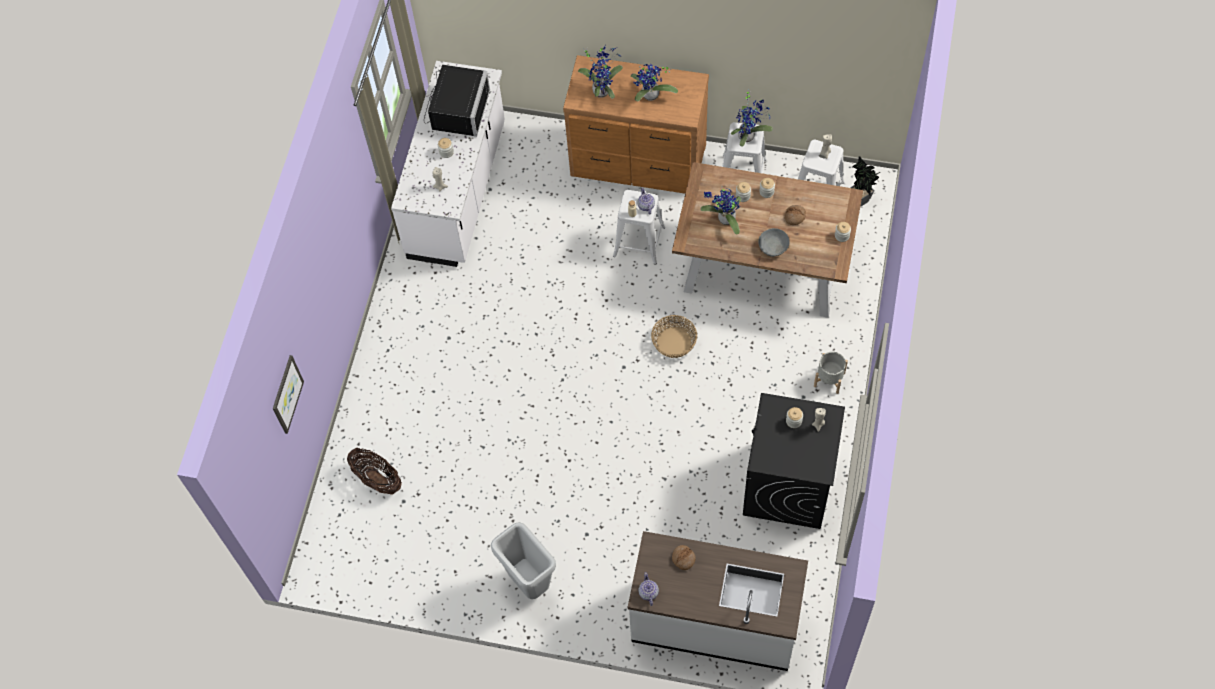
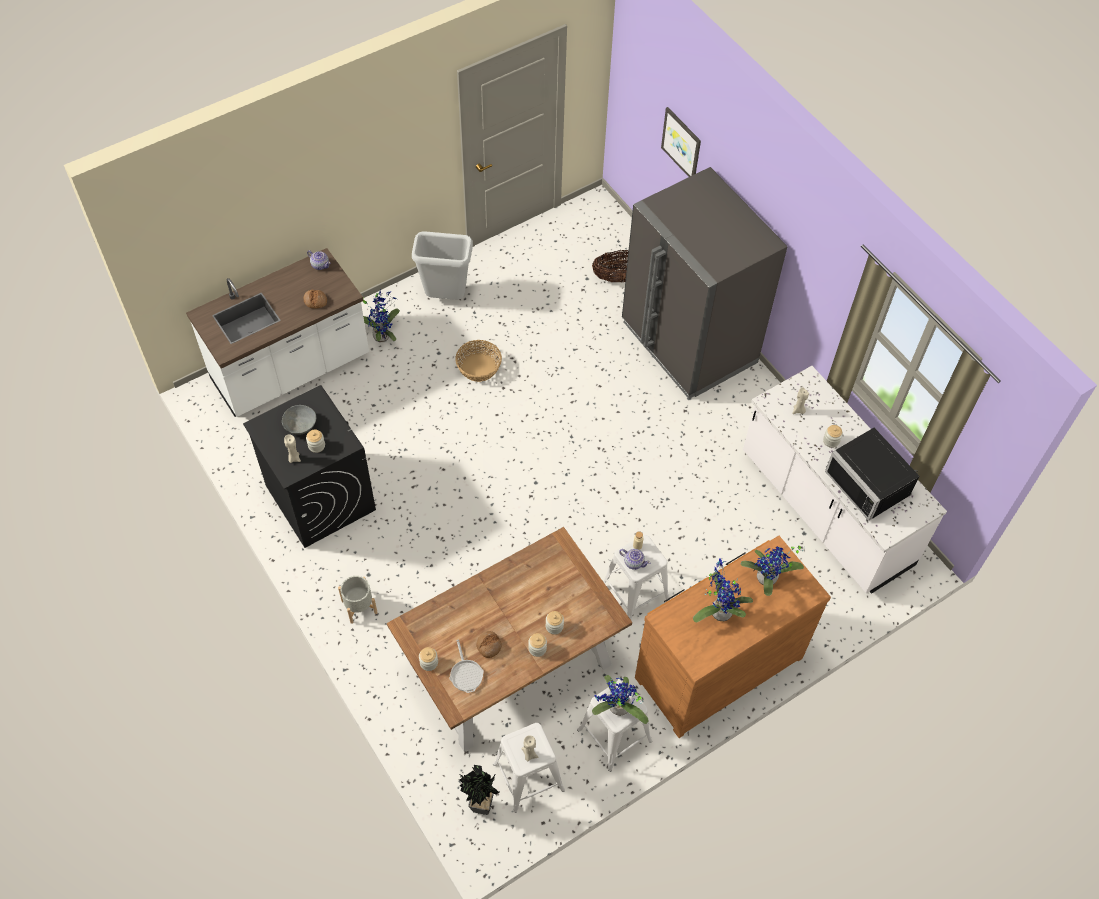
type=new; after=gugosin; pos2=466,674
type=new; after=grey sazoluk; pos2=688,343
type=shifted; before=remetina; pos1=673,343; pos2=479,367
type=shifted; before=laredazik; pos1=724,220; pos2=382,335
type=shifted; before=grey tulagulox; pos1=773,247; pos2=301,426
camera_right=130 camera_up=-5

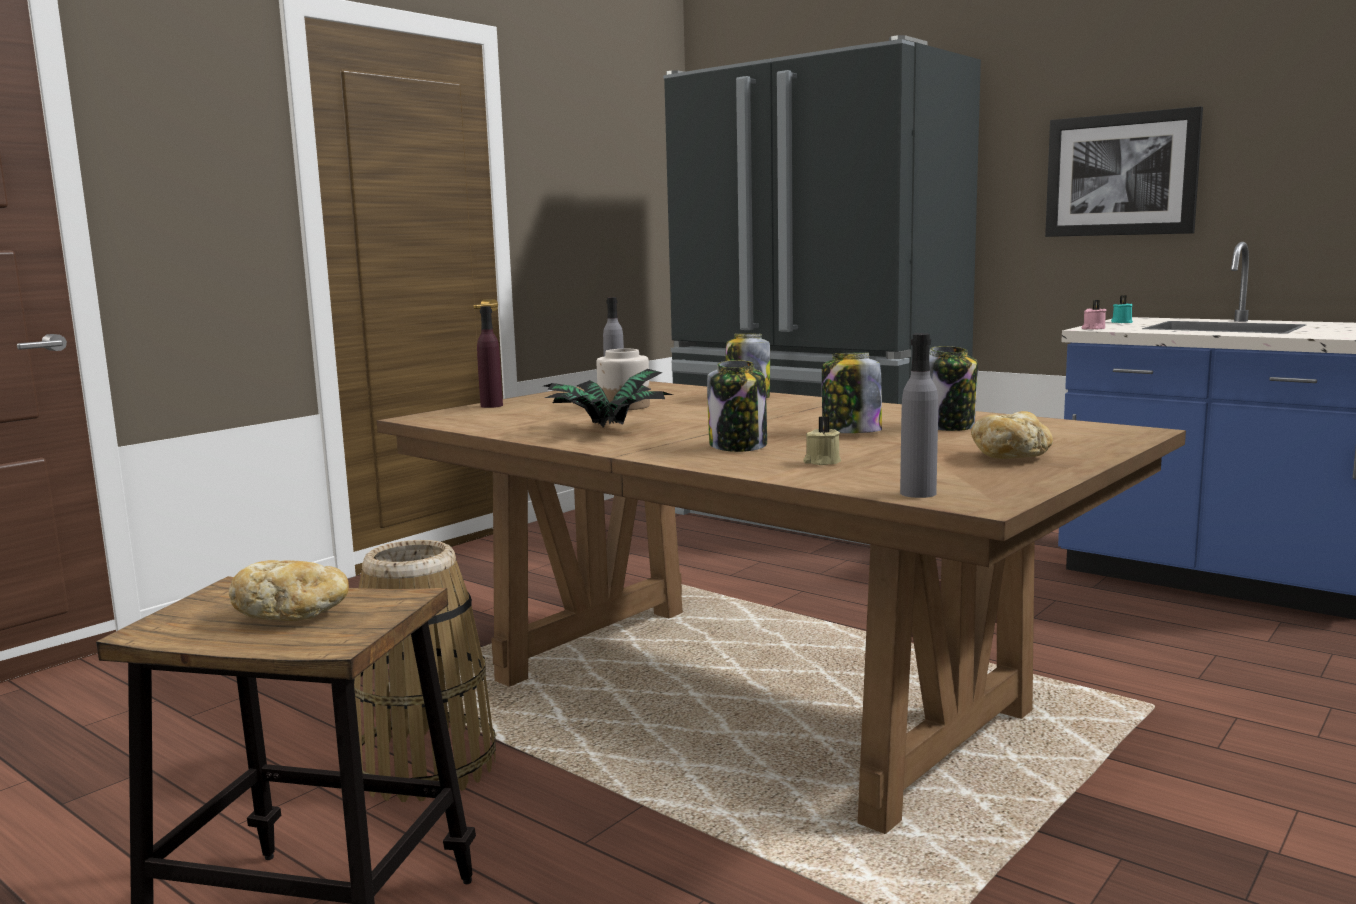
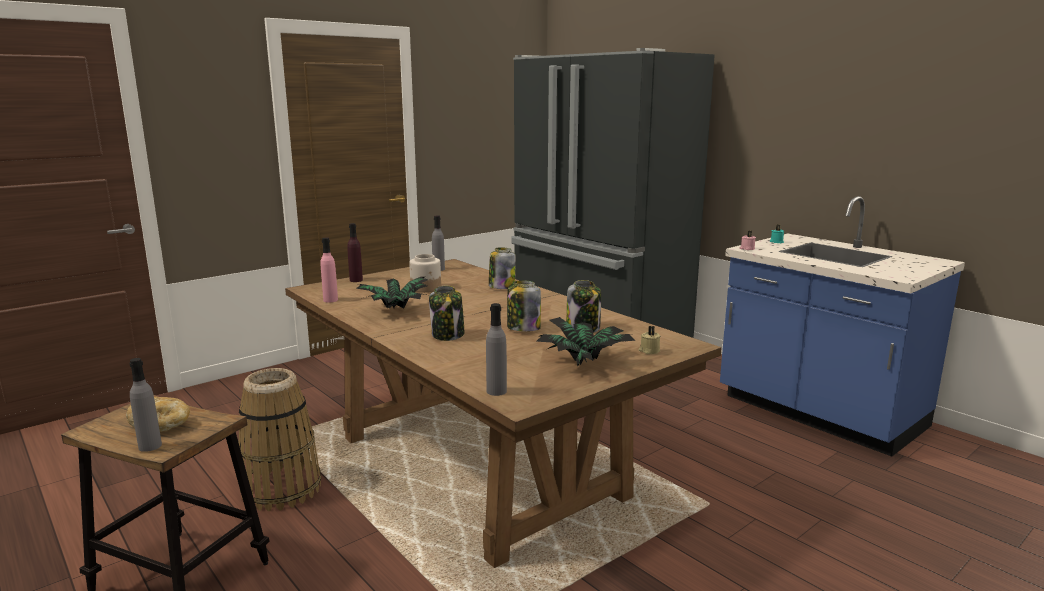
type=gone; before=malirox; pos1=1121,175
type=new; after=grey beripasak; pos2=150,446
type=new; after=pink beripasak; pos2=330,300
type=shifted; before=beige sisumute; pos1=821,462; pos2=649,351
type=swapped; before=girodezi; after=laredazik; pos1=1011,457; pos2=586,363
camera_right=10 camera_up=5

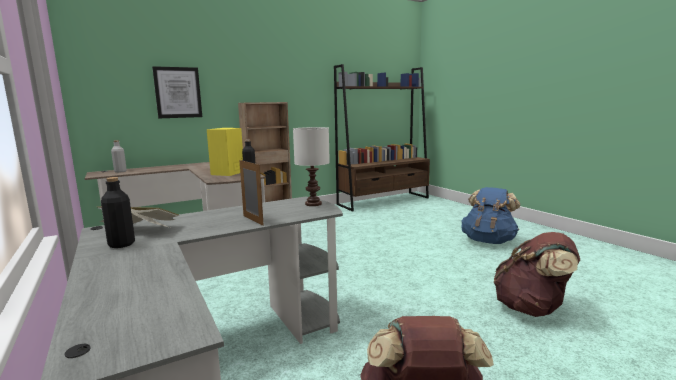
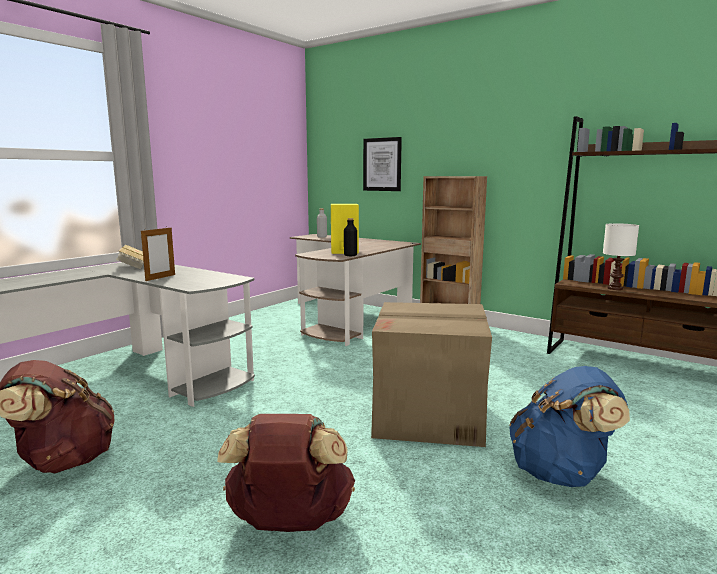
type=gone; before=black beripasak; pos1=121,244
type=new; after=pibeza; pos2=429,416
type=shifted; before=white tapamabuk; pos1=312,204; pos2=615,288
camera_right=65 camera_up=0

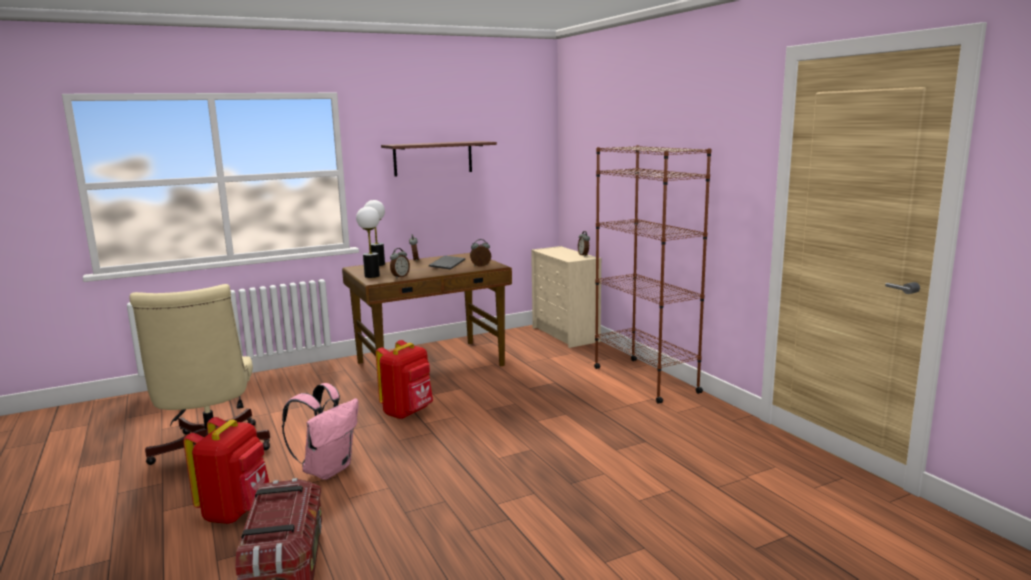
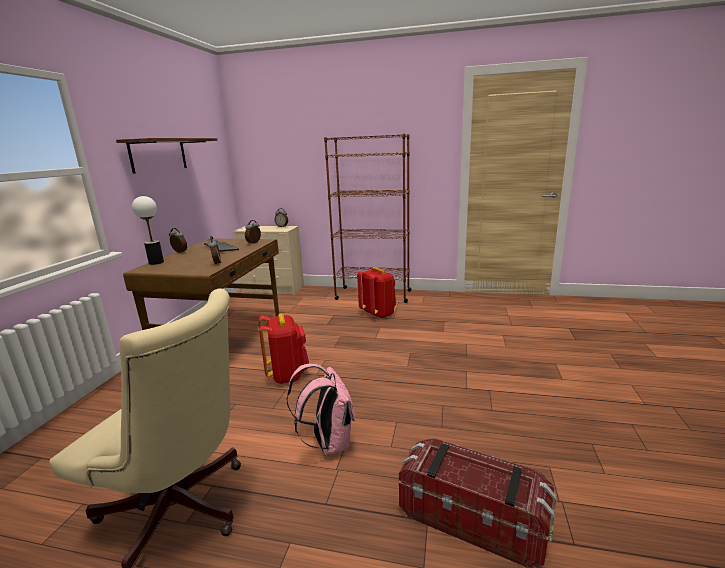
type=gone; before=tapamabuk; pos1=371,276
type=shifted; before=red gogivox; pos1=236,511; pos2=378,314
camera_right=-50 camera_up=5

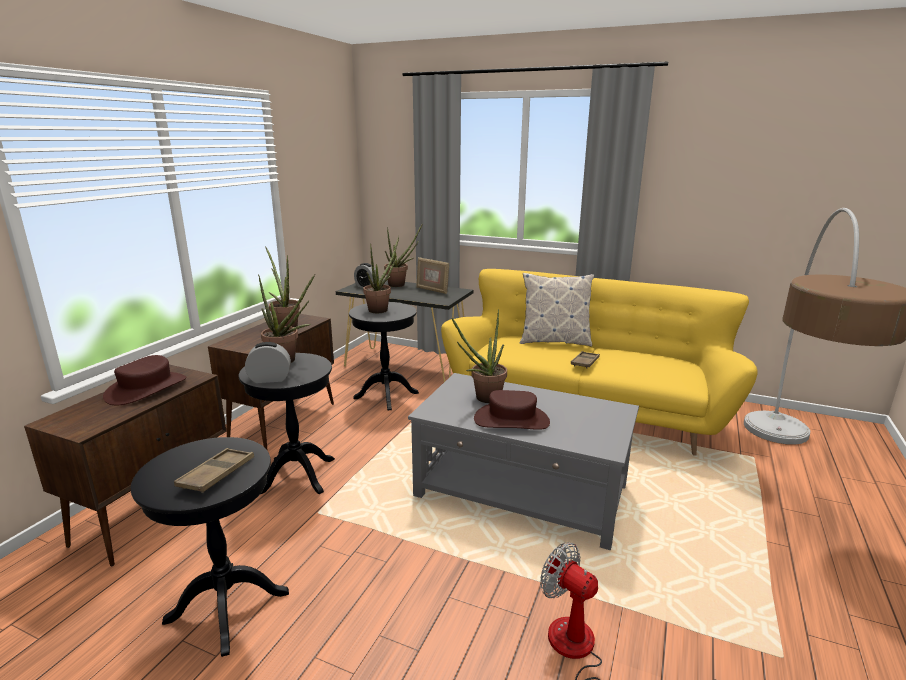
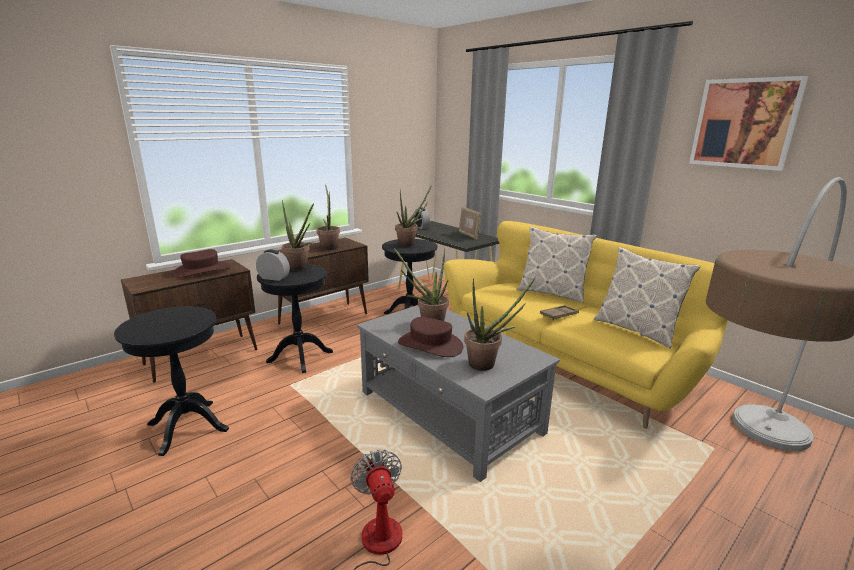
type=gone; before=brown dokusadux; pos1=217,474
type=new; after=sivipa; pos2=636,329
type=new; after=malirox; pos2=744,123
type=shifted; before=laredazik; pos1=400,284; pos2=487,364
camera_right=25 camera_up=0

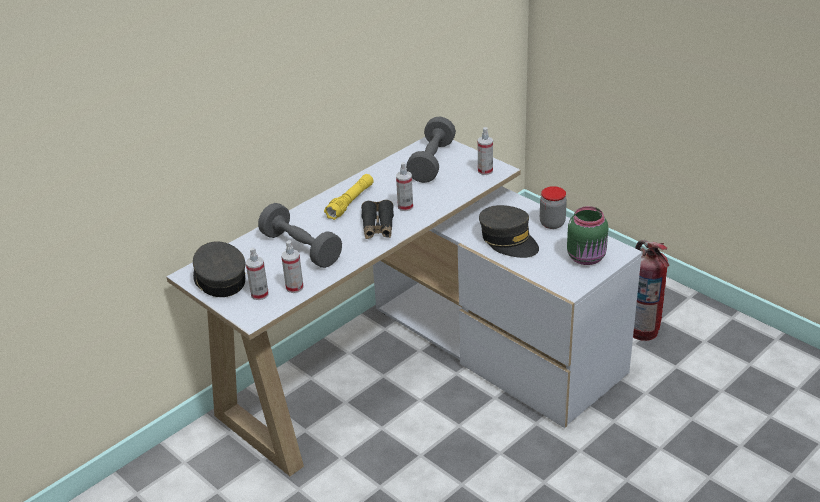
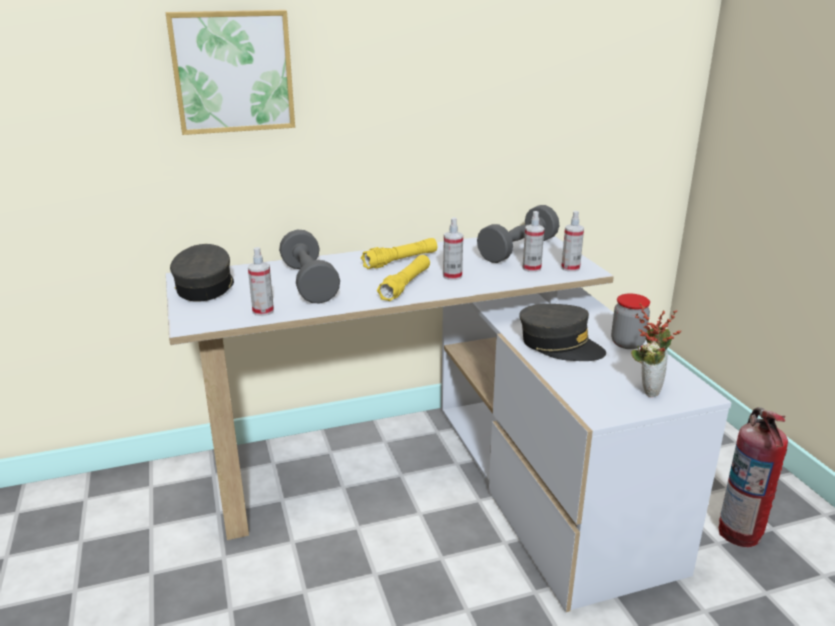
type=new; after=malirox; pos2=232,71
type=shifted; before=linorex; pos1=259,294; pos2=531,268
type=swapped; before=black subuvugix; after=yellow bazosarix; pos1=378,227; pos2=405,285
type=swapped; before=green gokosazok; after=laredazik; pos1=587,258; pos2=647,388
type=rotated; before=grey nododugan; pos1=508,240; pos2=559,345; turn=-45
camera_right=25 camera_up=-10

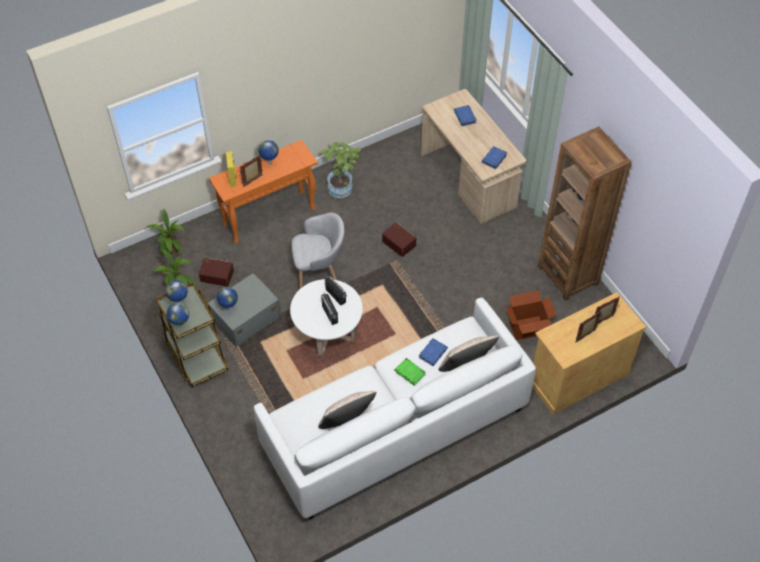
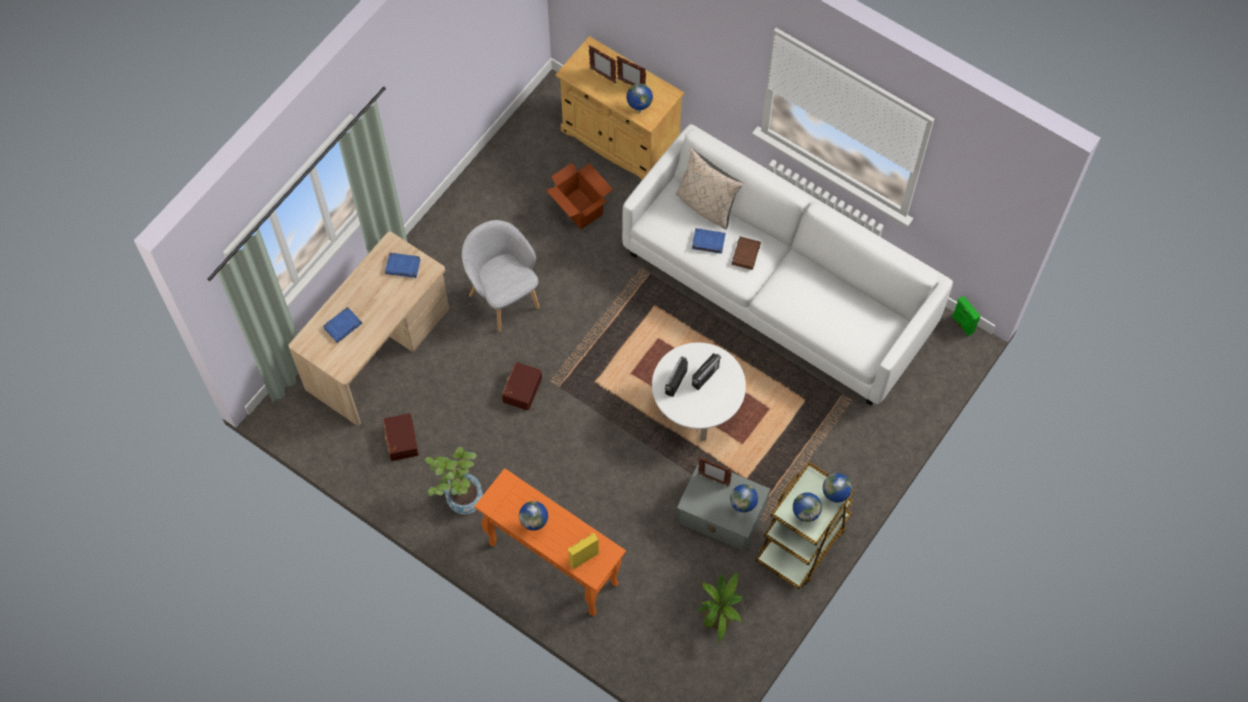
type=gone; before=laredazik; pos1=172,251
type=gone; before=beige sivipa; pos1=346,421
type=gone; before=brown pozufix; pos1=568,275
type=new; after=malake; pos2=639,111
type=new; after=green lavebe; pos2=962,325
type=shifted; before=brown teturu; pos1=217,275; pos2=400,440
type=shifted; before=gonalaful; pos1=253,181; pos2=713,479
type=shifted; before=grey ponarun; pos1=320,275; pos2=504,298
type=repainted; before=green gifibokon; after=brown gifibokon; pos1=410,373; pos2=745,254
camera_right=-115 camera_up=10

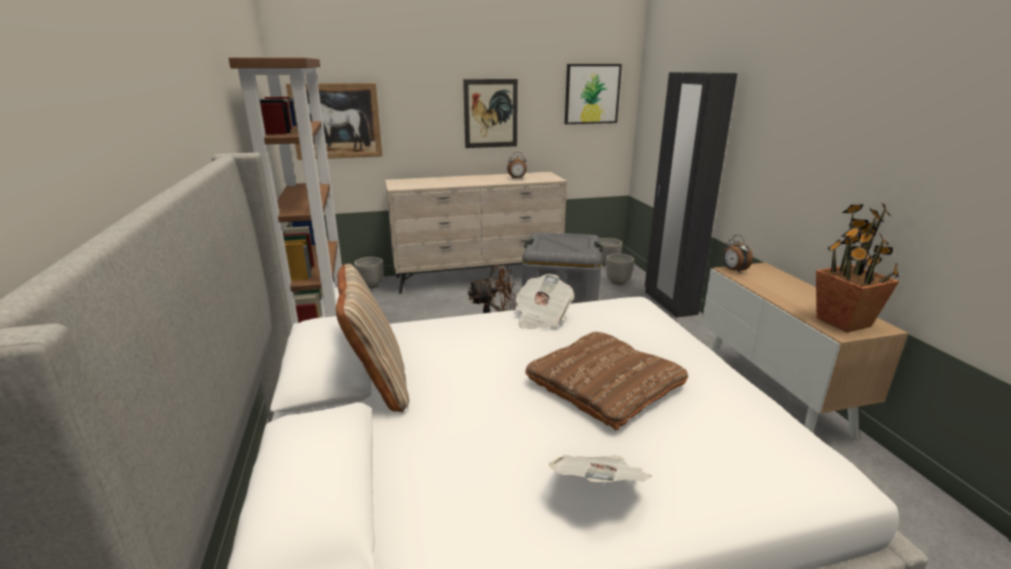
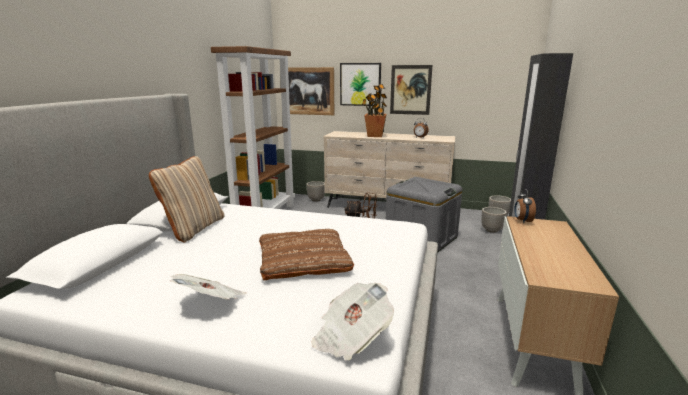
type=shifted; before=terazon; pos1=541,317; pos2=351,337
type=shifted; before=malirox; pos1=592,94; pos2=360,84
type=shifted; before=laredazik; pos1=843,322; pos2=374,136
camera_right=30 camera_up=-5

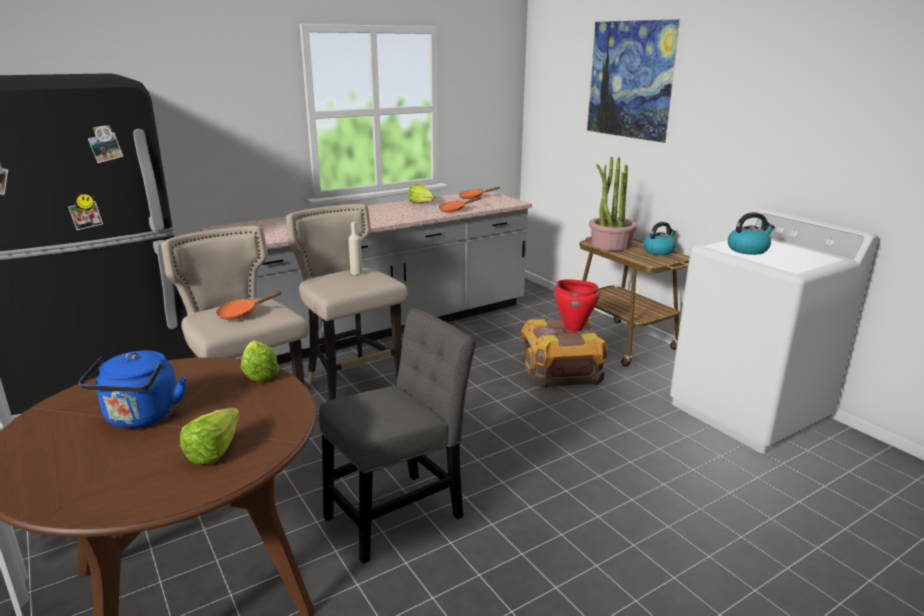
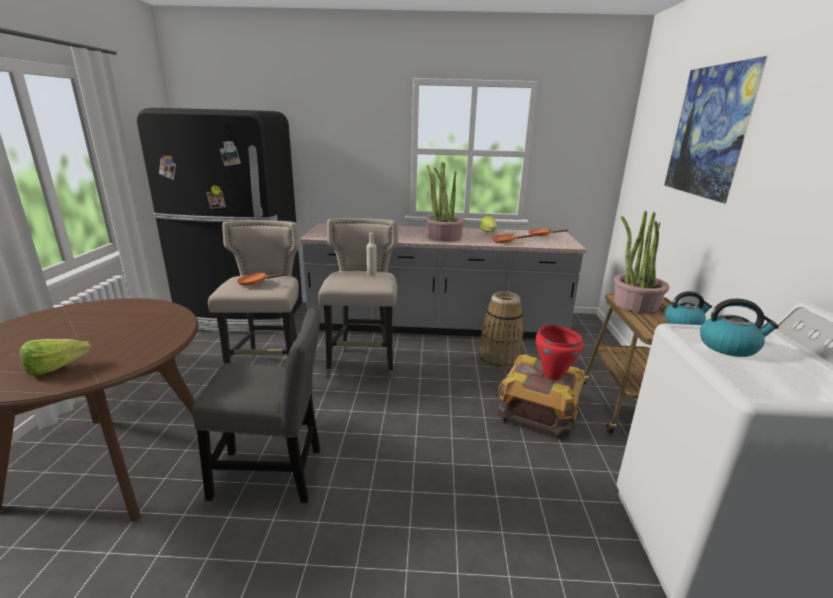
type=gone; before=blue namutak; pos1=141,418
type=gone; before=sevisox; pos1=260,372
type=new; after=laredazik; pos2=444,237
type=new; after=remetina; pos2=499,359
camera_right=35 camera_up=0

